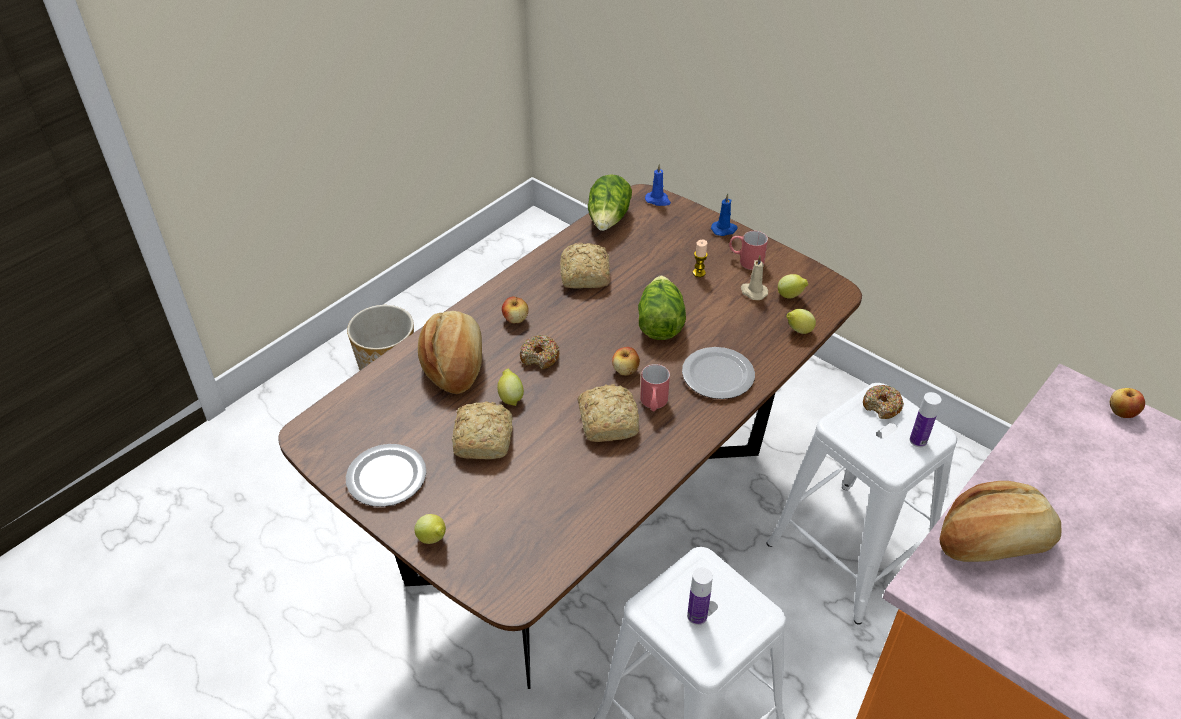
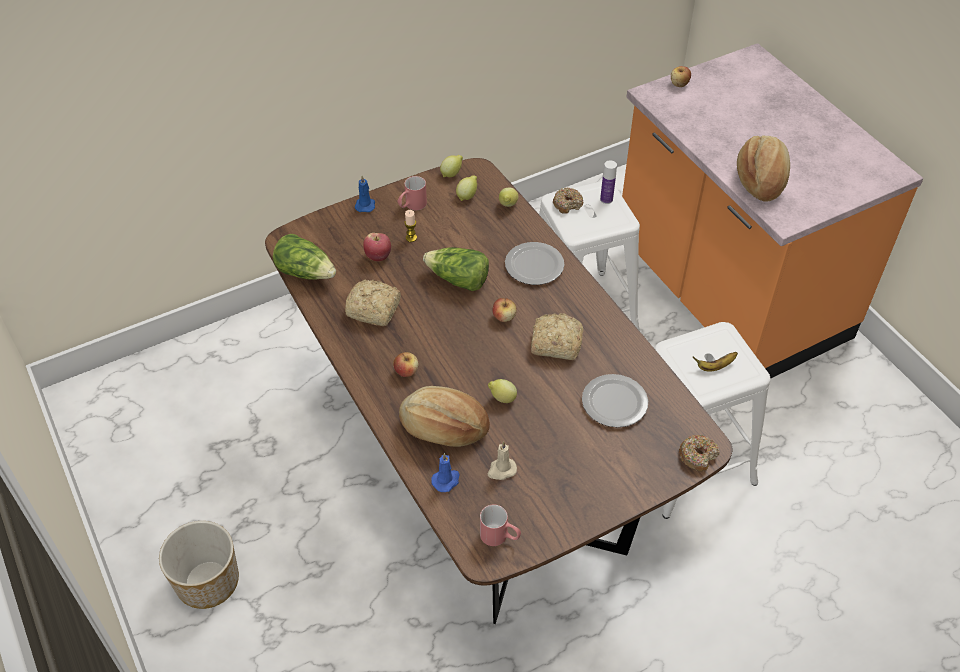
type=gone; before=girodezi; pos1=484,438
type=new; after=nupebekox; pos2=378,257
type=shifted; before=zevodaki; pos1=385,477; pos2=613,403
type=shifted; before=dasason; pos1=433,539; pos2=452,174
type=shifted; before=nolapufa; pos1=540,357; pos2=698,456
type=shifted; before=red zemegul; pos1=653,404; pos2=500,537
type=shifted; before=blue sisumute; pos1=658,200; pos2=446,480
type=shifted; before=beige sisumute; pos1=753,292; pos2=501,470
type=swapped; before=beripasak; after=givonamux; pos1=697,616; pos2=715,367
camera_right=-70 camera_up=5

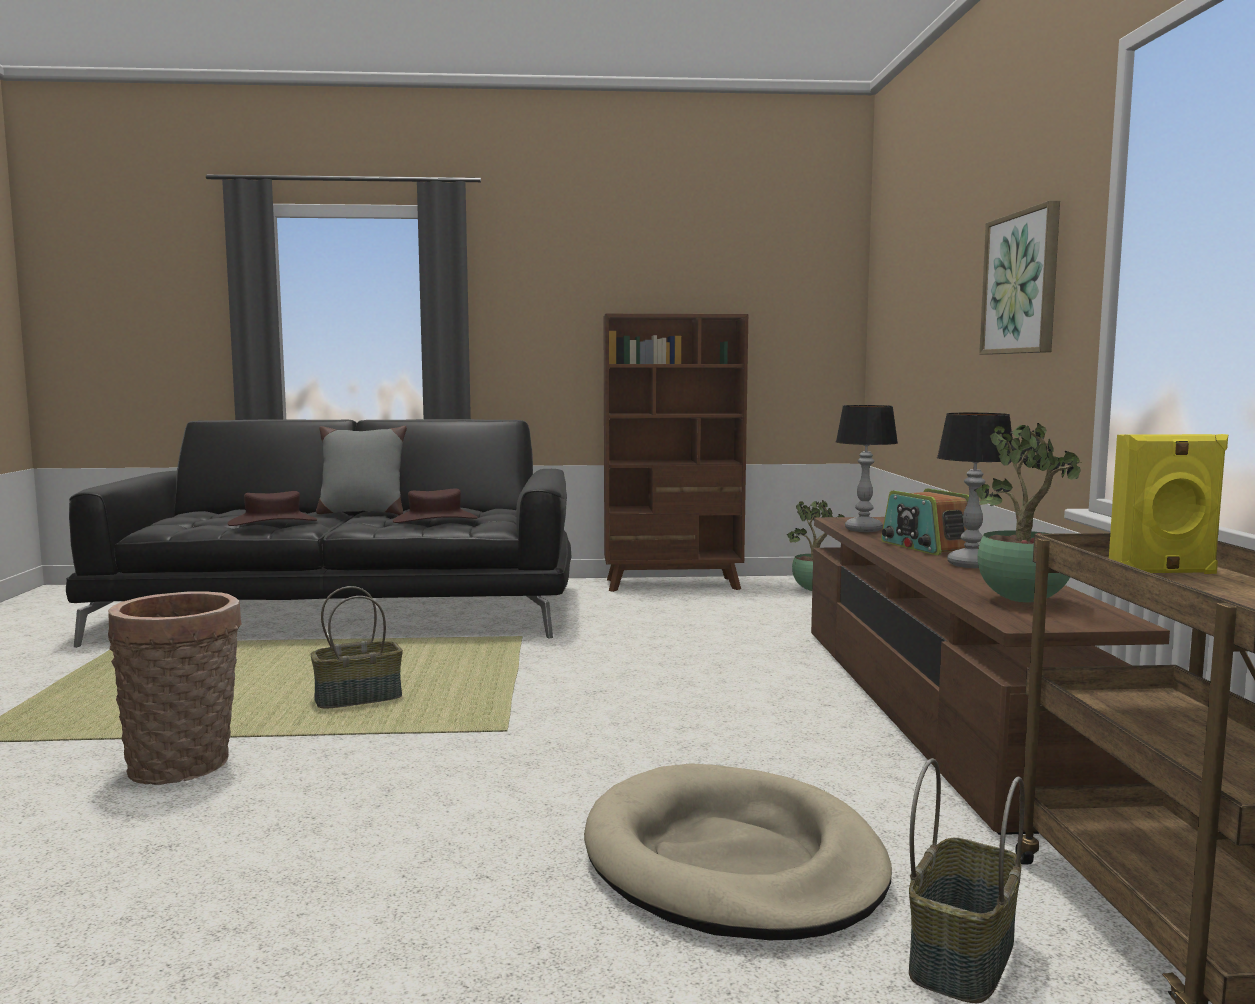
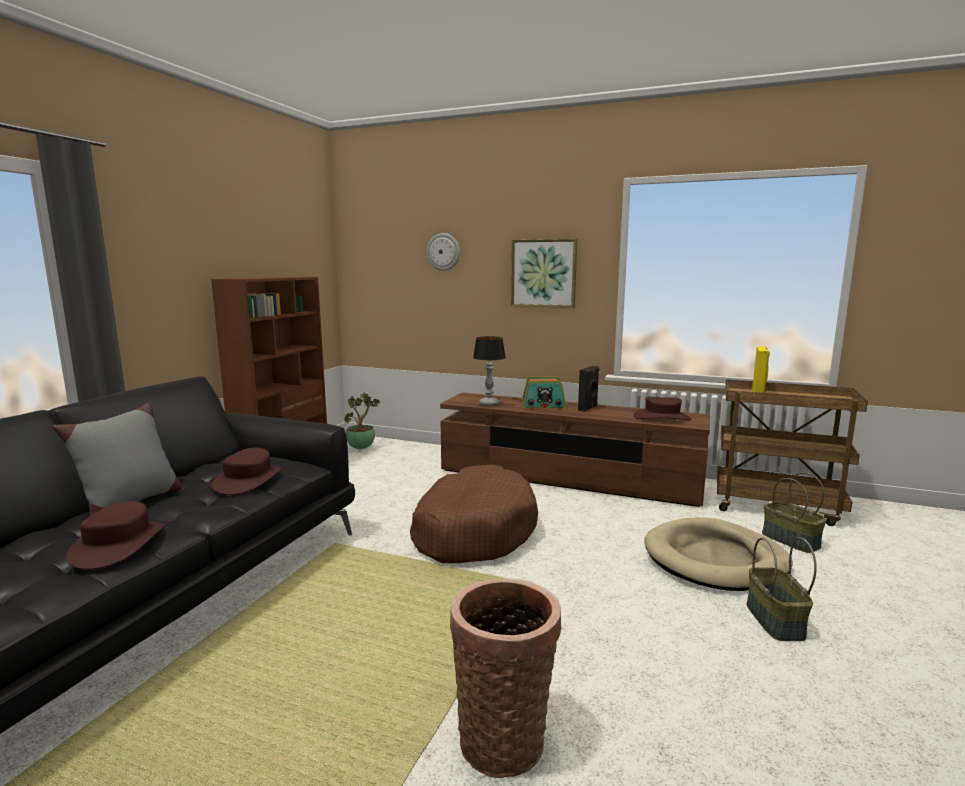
type=new; after=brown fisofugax; pos2=473,530
type=new; after=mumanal; pos2=443,252
type=shifted; before=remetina; pos1=359,698; pos2=773,620
type=swapped; before=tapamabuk; after=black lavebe; pos1=971,564; pos2=588,408
type=swapped; before=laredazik; after=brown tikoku; pos1=1024,601; pos2=662,417
camera_right=-65 camera_up=5

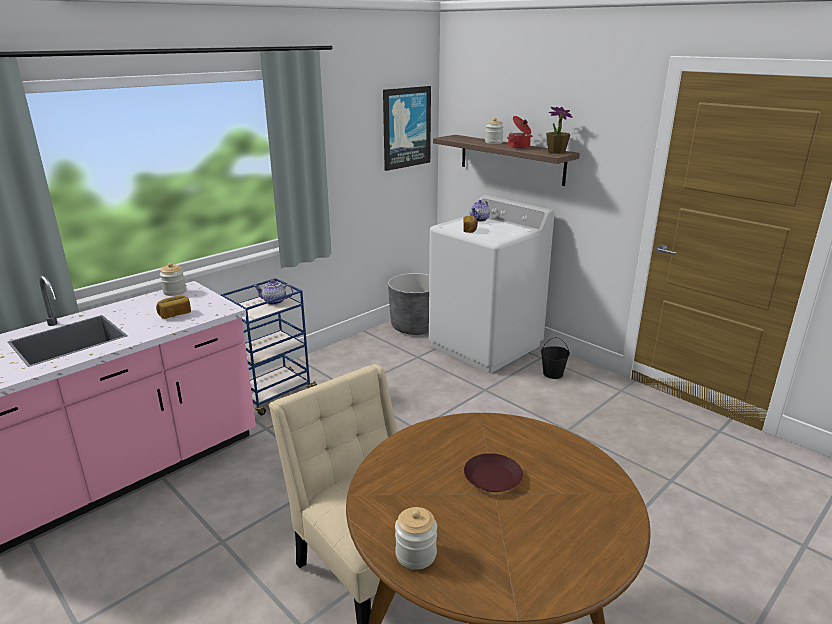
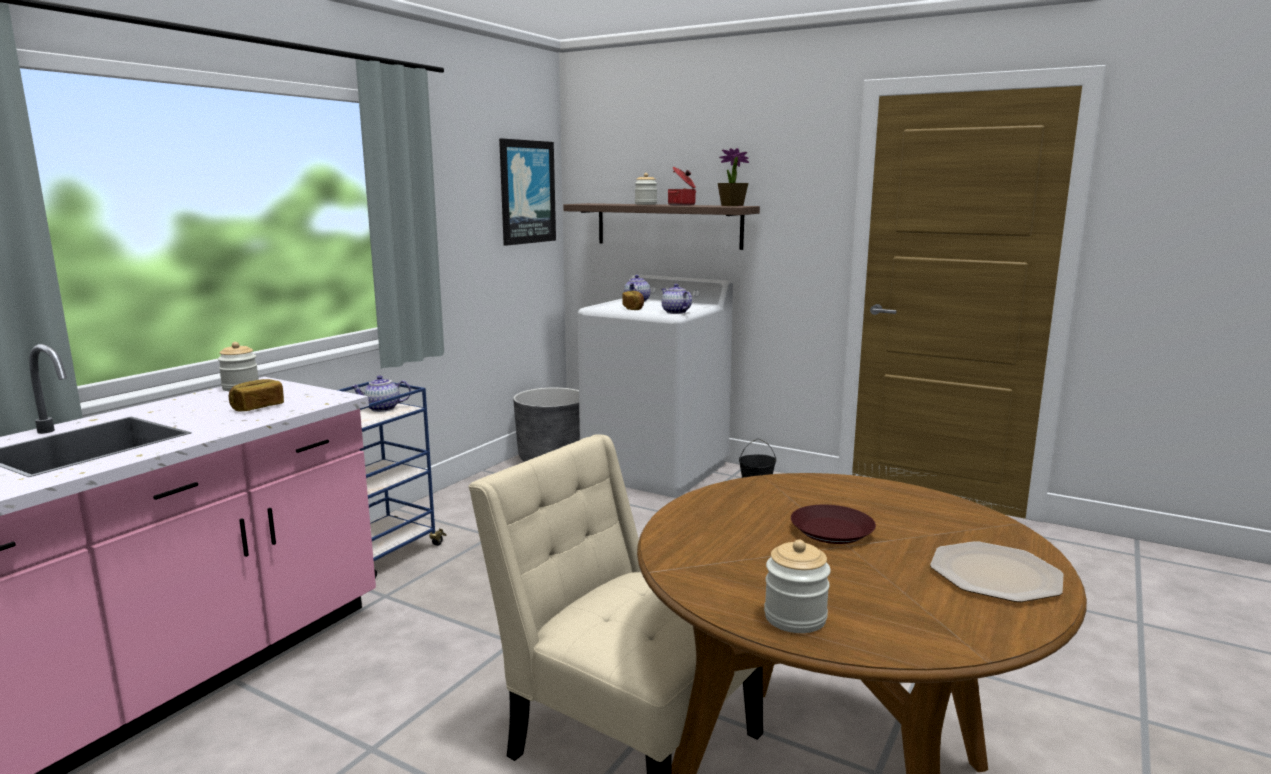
type=new; after=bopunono; pos2=675,312
type=new; after=zevodaki; pos2=993,574
camera_right=-15 camera_up=-10

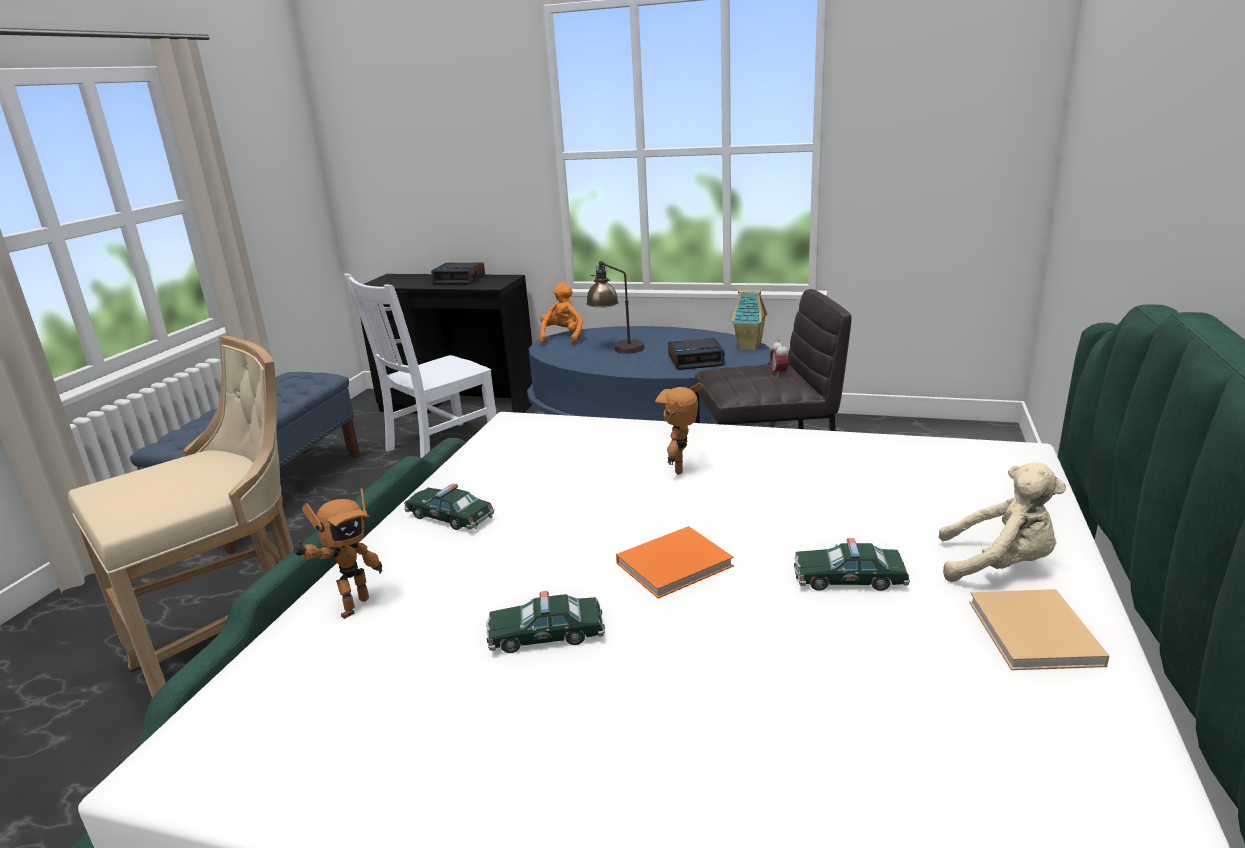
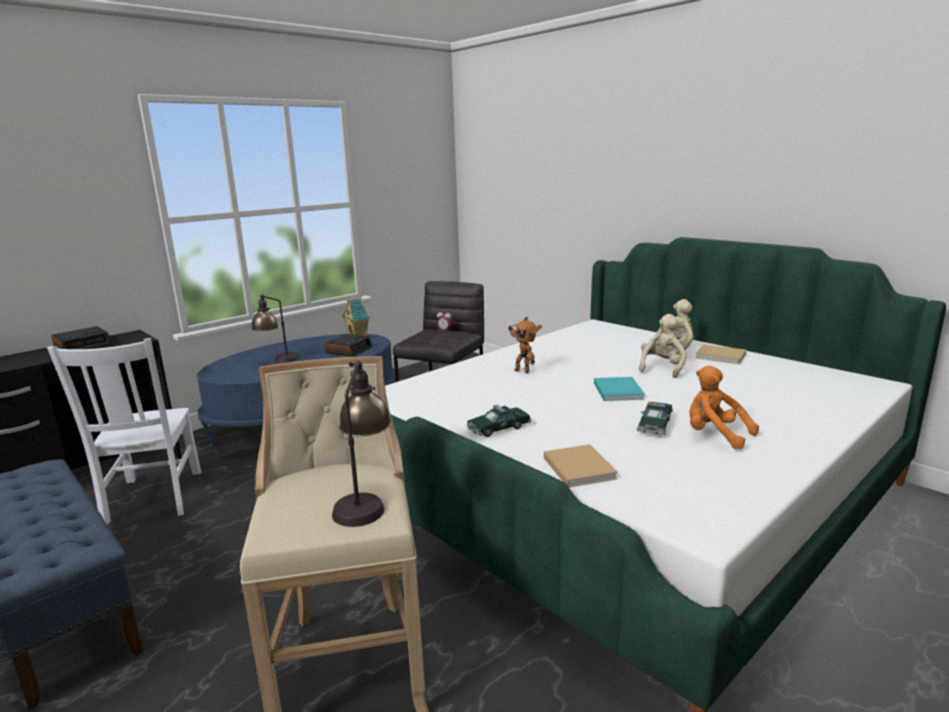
type=new; after=tapamabuk; pos2=364,501
type=shifted; before=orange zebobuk; pos1=563,337; pos2=715,435
type=swapped; before=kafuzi; after=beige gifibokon; pos1=351,606; pos2=578,467
type=swapped; before=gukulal; after=beige zebobuk; pos1=849,579; pos2=662,368
type=repainted; before=orange gifibokon; after=turquoise gifibokon; pos1=677,563; pos2=617,390
camera_right=-60 camera_up=-5

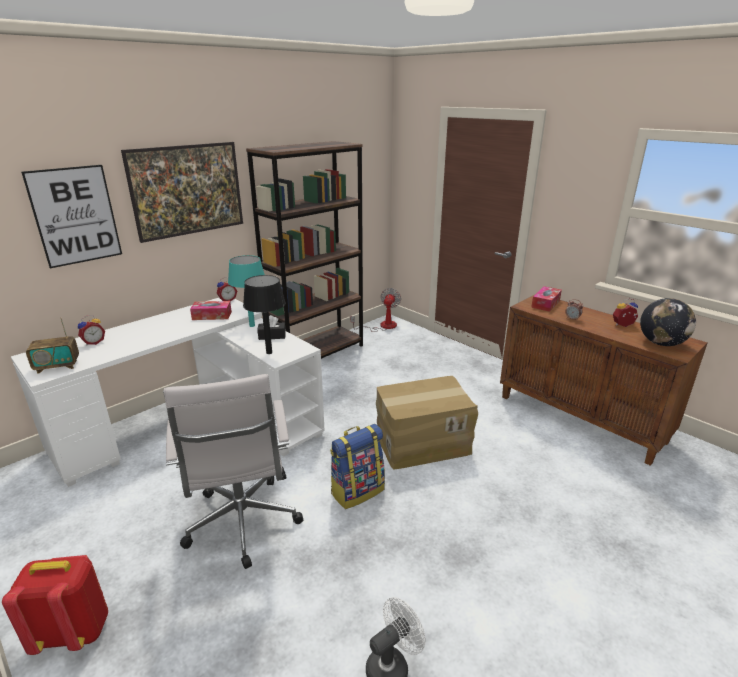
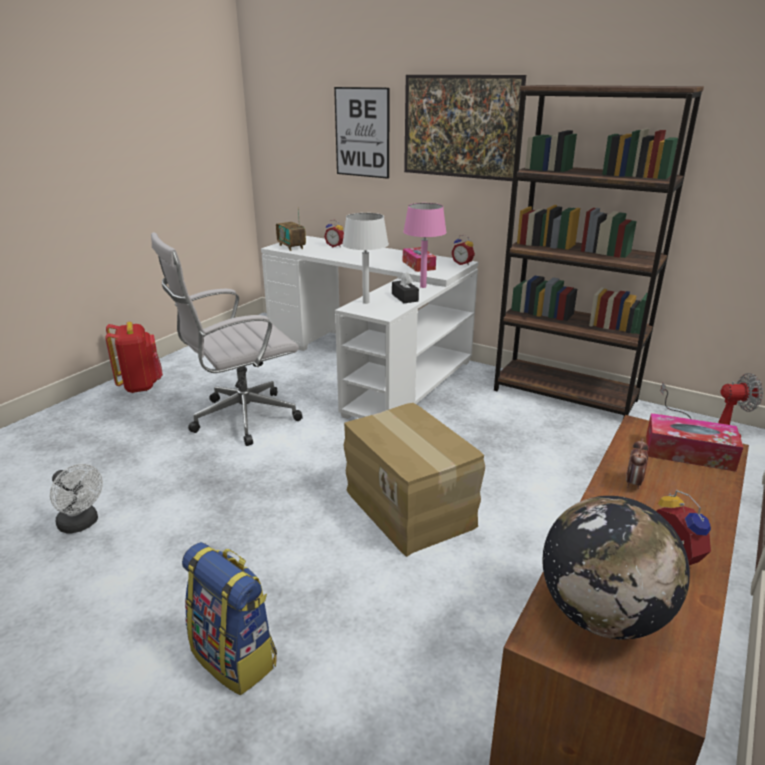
type=shifted; before=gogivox; pos1=357,490; pos2=235,657
type=repainted; before=turquoise tapamabuk; after=pink tapamabuk; pos1=252,325; pos2=423,287
type=repainted; before=black tapamabuk; after=white tapamabuk; pos1=269,352; pos2=365,302
camera_right=75 camera_up=0

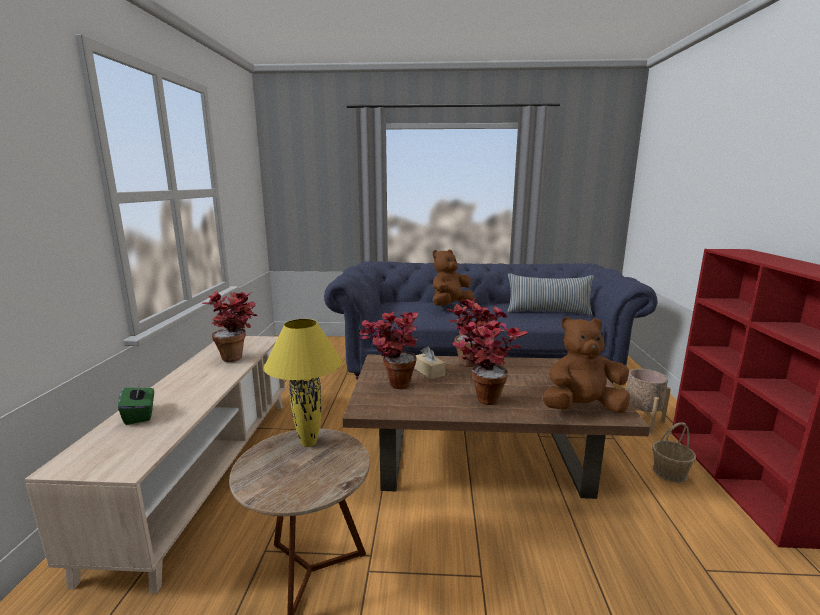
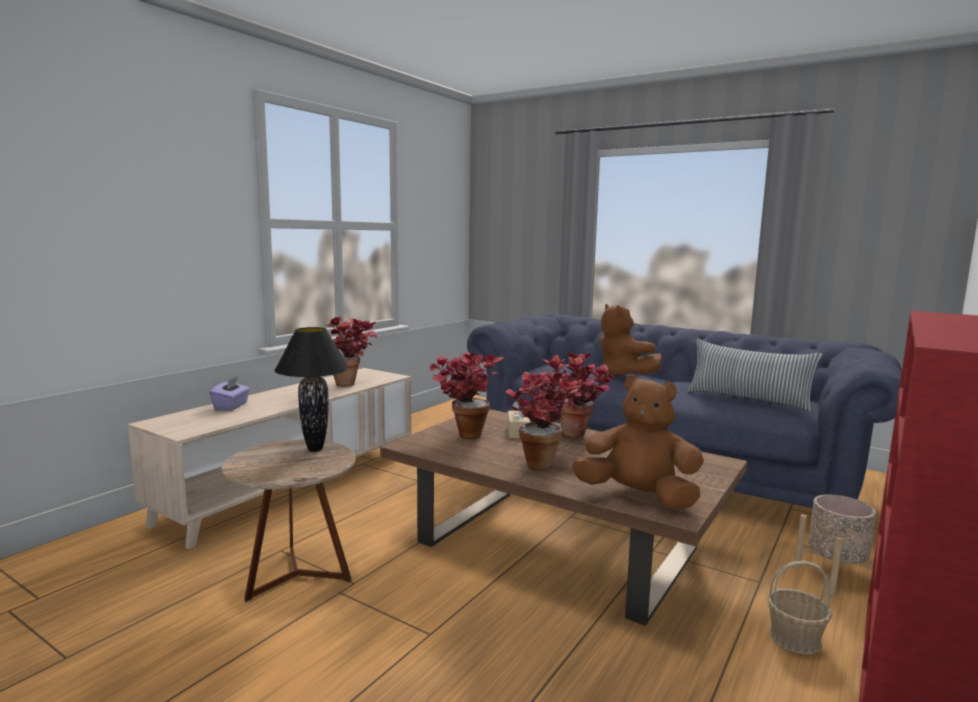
type=repainted; before=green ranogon; after=purple ranogon; pos1=140,415; pos2=231,406
type=repainted; before=yellow tapamabuk; after=black tapamabuk; pos1=309,443; pos2=316,449
type=rotated; before=brown zebobuk; pos1=450,306; pos2=623,375; turn=-105
camera_right=30 camera_up=-5

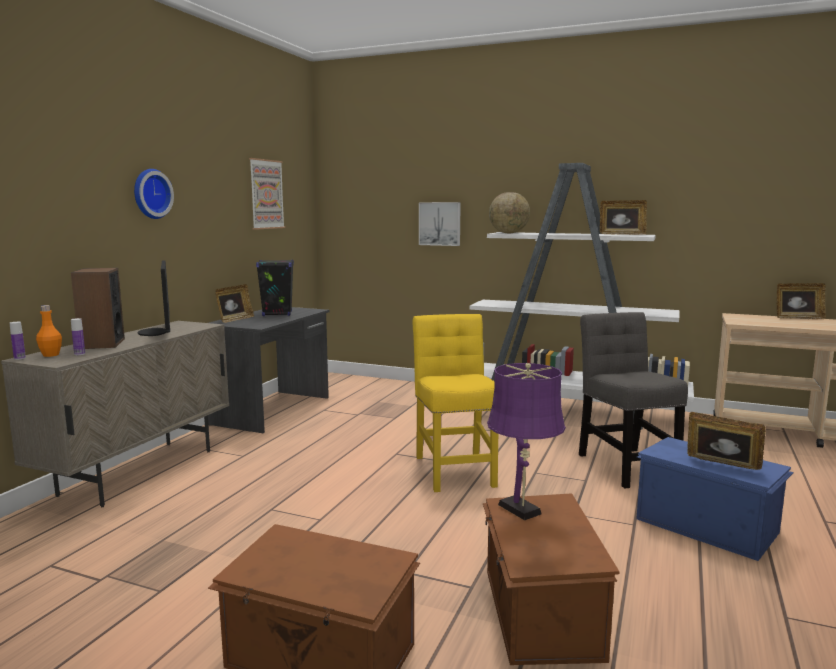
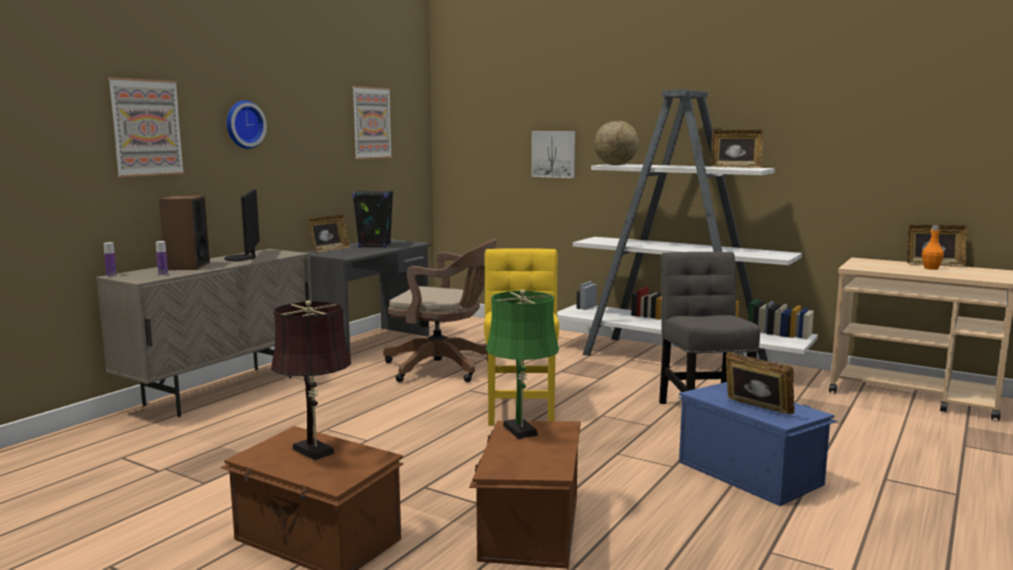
type=new; after=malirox; pos2=146,127
type=new; after=brown tapamabuk; pos2=315,452
type=new; after=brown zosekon; pos2=444,368
type=shifted; before=orange beripasak; pos1=51,355; pos2=931,268
type=repainted; before=purple tapamabuk; after=green tapamabuk; pos1=522,511; pos2=521,432
camera_right=10 camera_up=0

